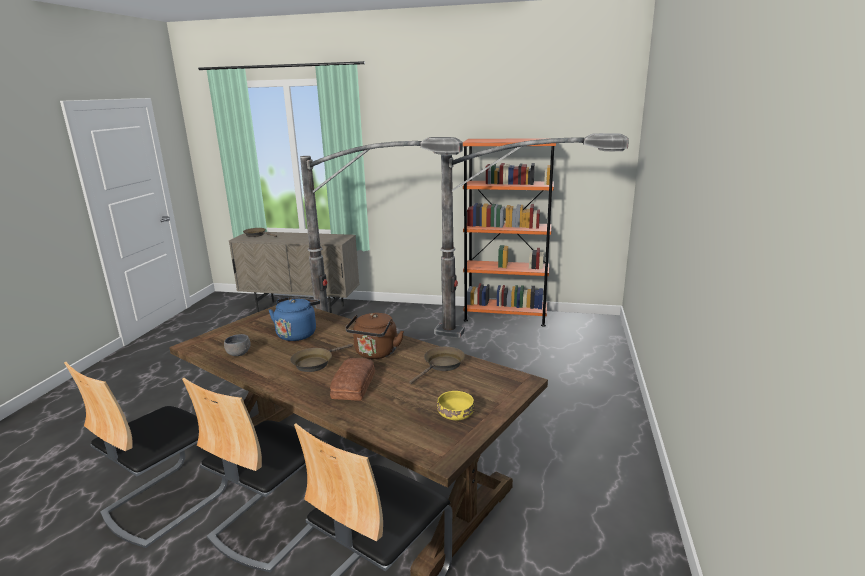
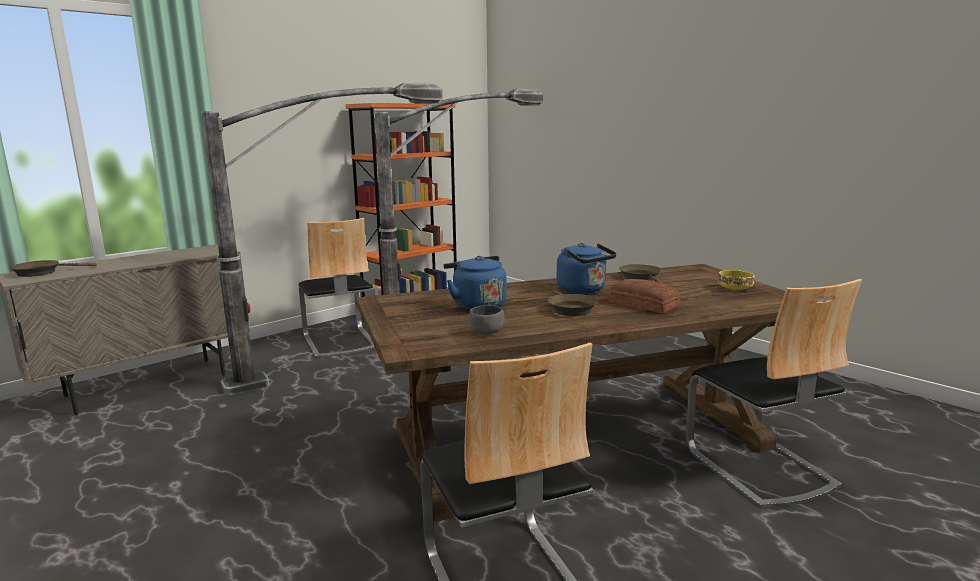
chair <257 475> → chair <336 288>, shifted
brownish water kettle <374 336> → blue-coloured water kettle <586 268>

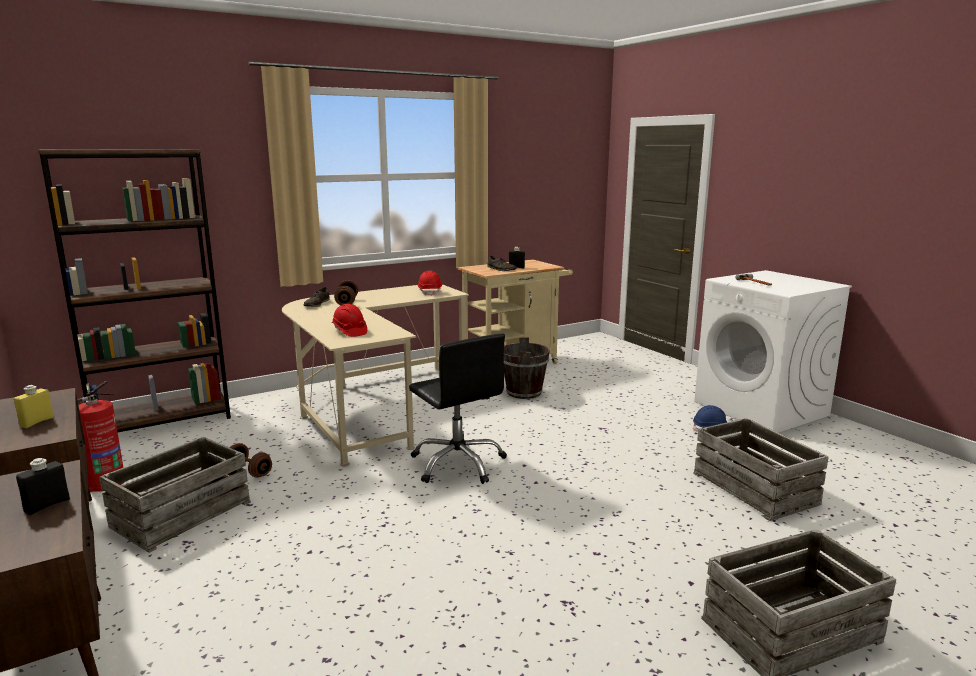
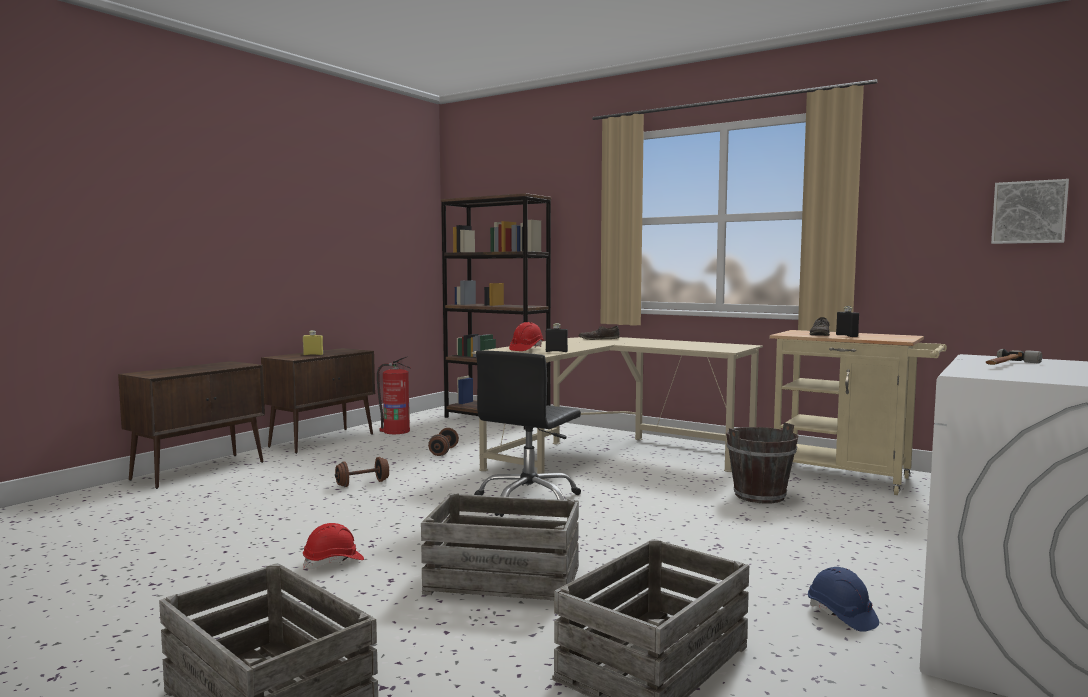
reddish work helmet <429 283> → reddish work helmet <333 546>, shifted
brownish dumbbell <346 292> → brownish dumbbell <362 472>, shifted
packing crate <175 495> → packing crate <500 546>, shifted
blackish bottle <43 486> → blackish bottle <557 337>, shifted
- → wall art <1030 211>

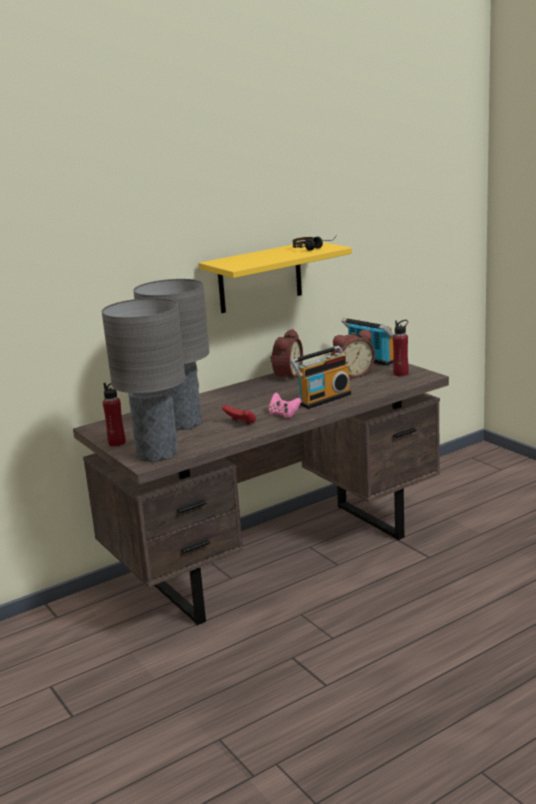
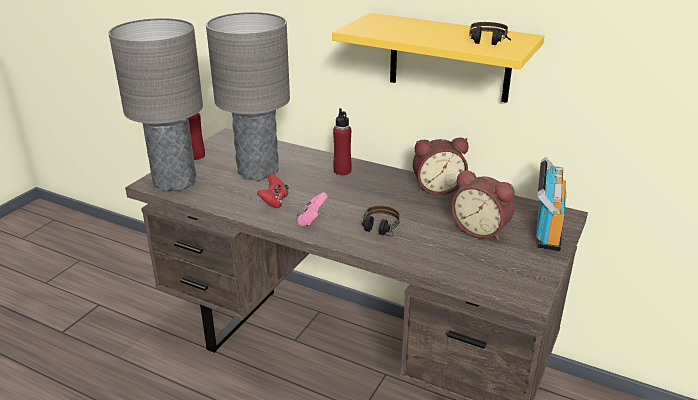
reddish bottle <401 348> → reddish bottle <342 141>, shifted
radio receiver <320 377> → headphones <380 221>

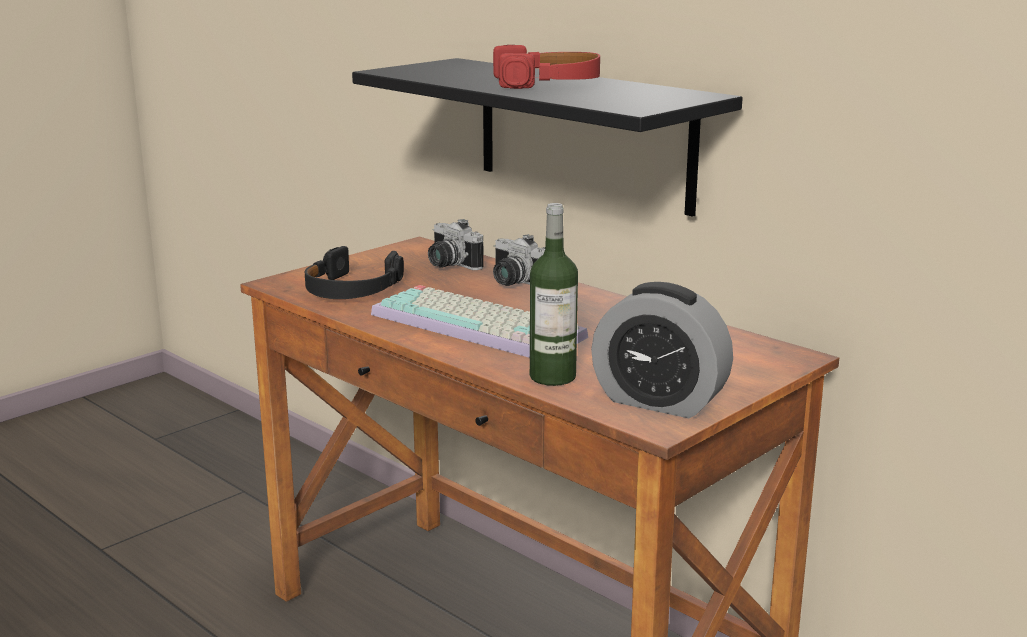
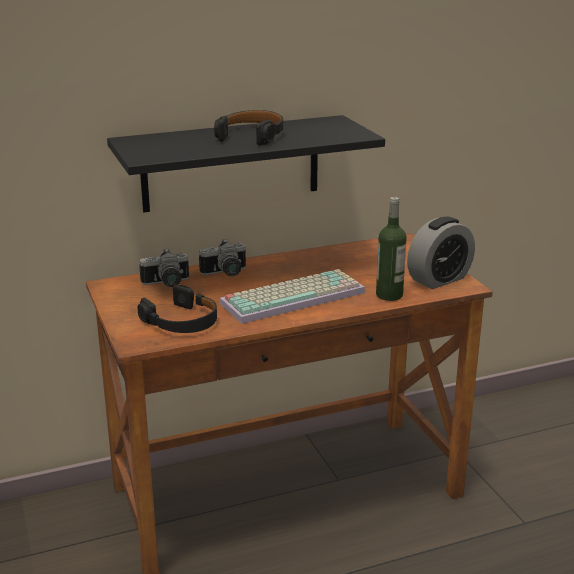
reddish headphones <546 67> → blackish headphones <248 128>

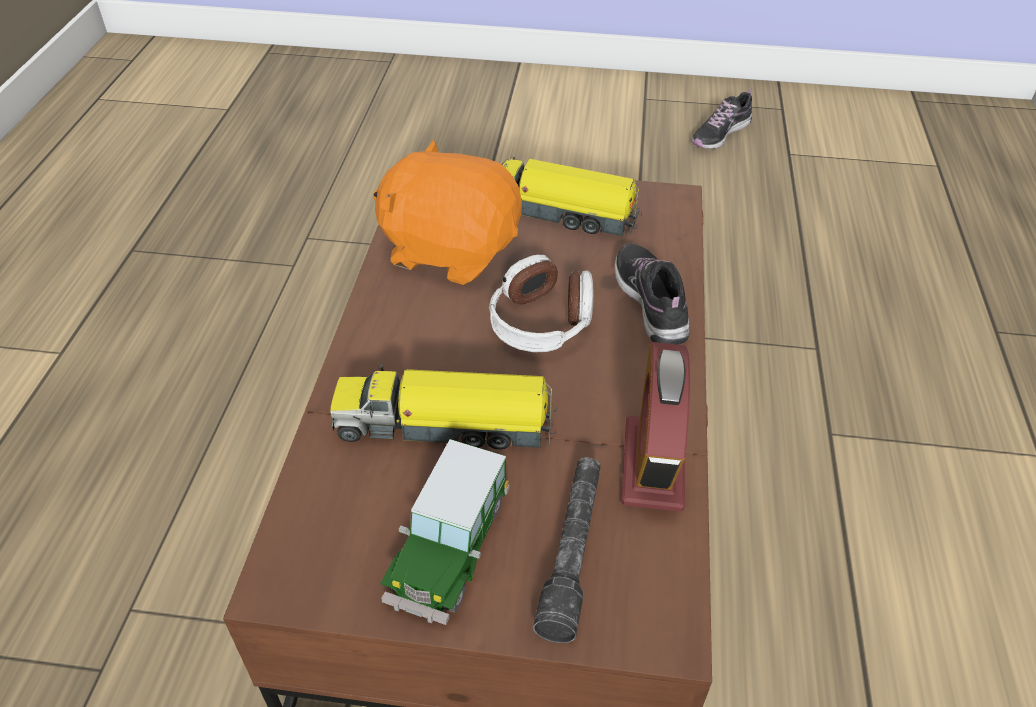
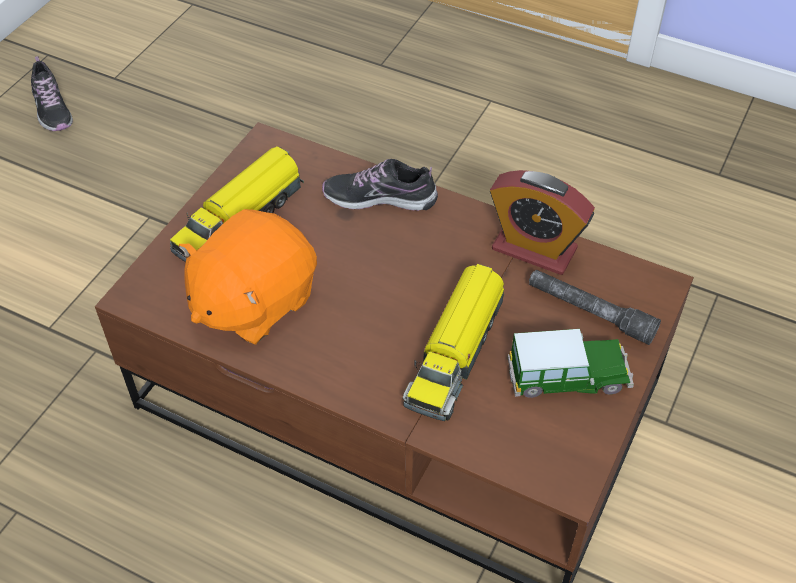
miniature car <444 532> → miniature car <571 363>, 45 degrees counterclockwise
headphones <541 303> → -

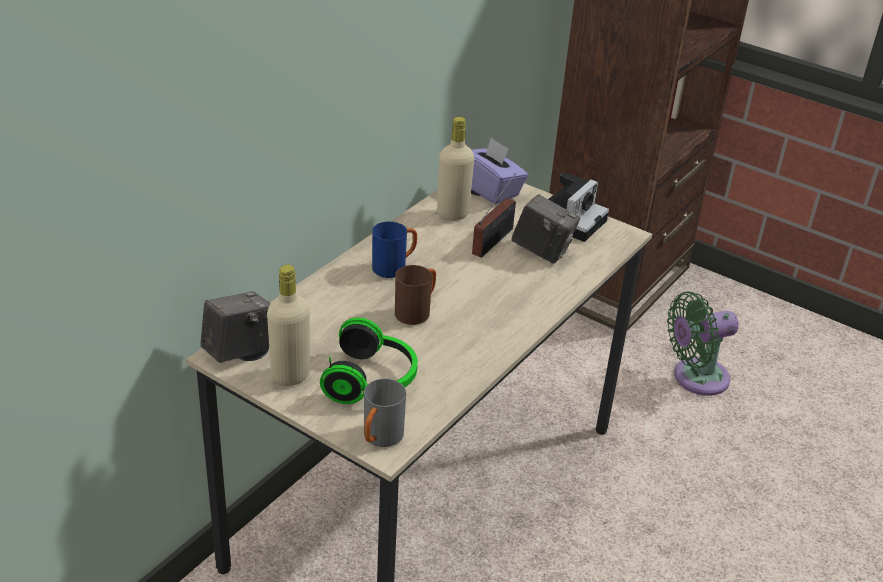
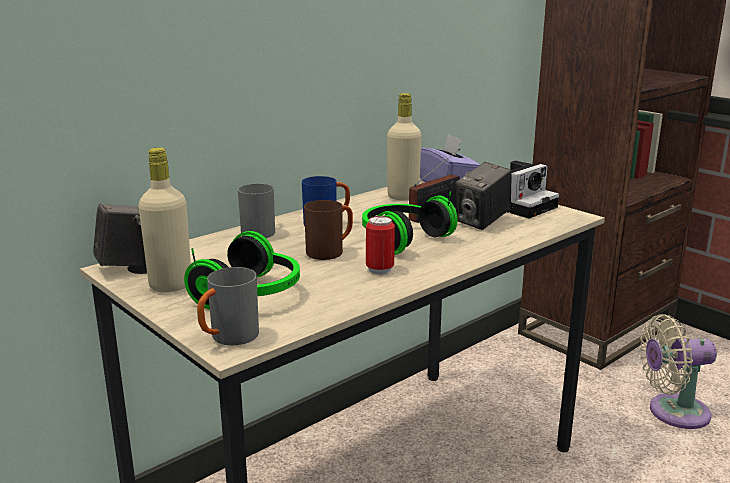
- → grey tea mug <256 211>
- → headphones <410 223>
- → sealed can <380 245>
still camera <545 229> → still camera <484 196>, 90 degrees clockwise
greenish fan <703 344> → beige-coloured fan <678 371>

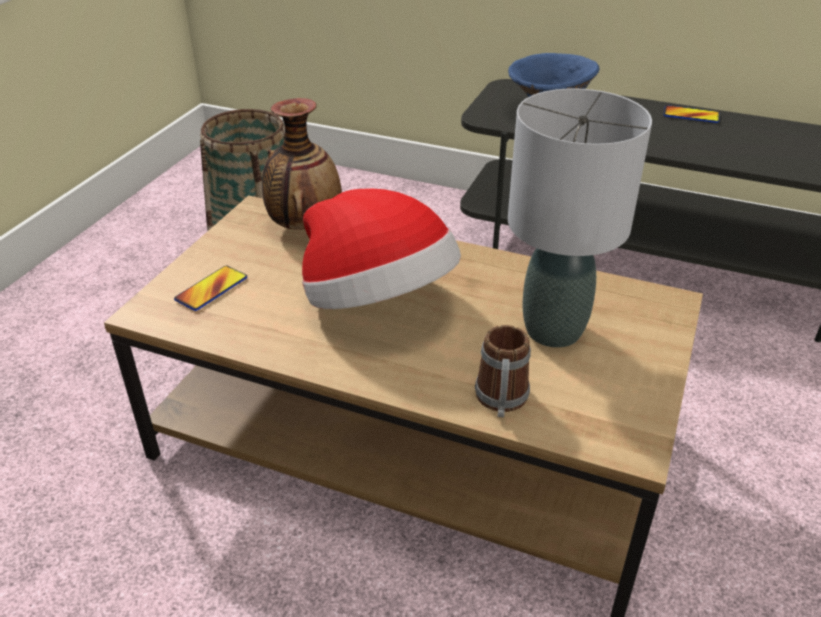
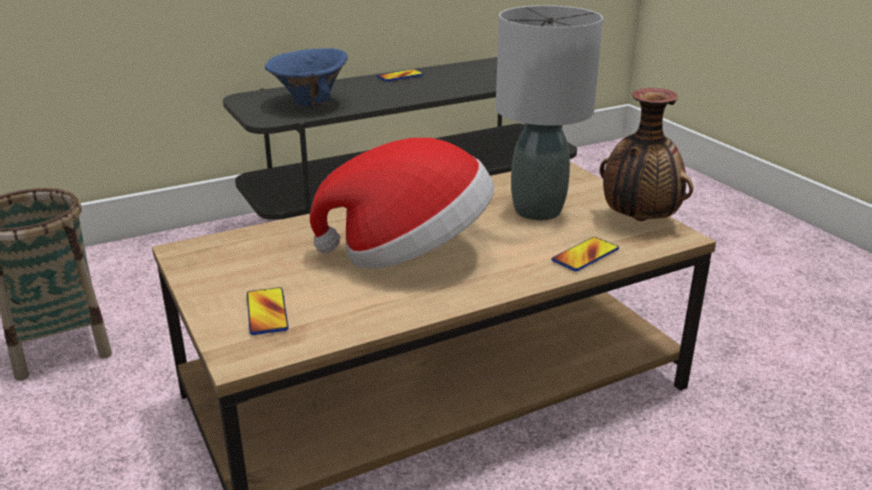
tea mug <503 371> → handset <585 254>
decorative vase <302 164> → decorative vase <646 154>, shifted

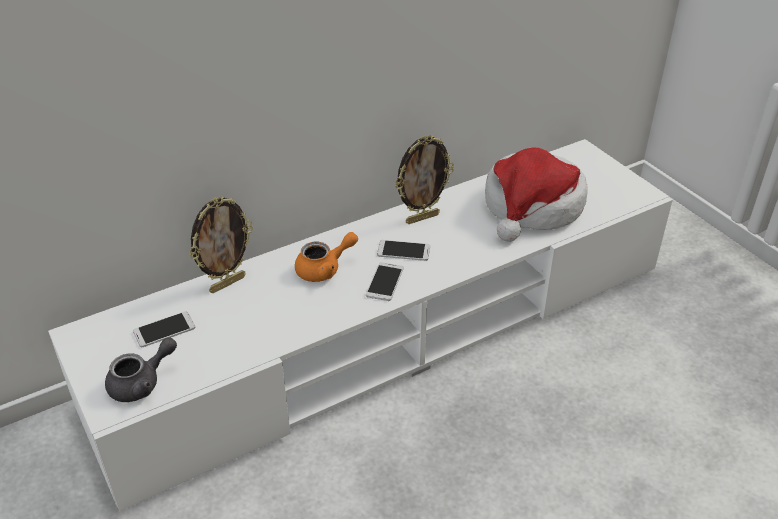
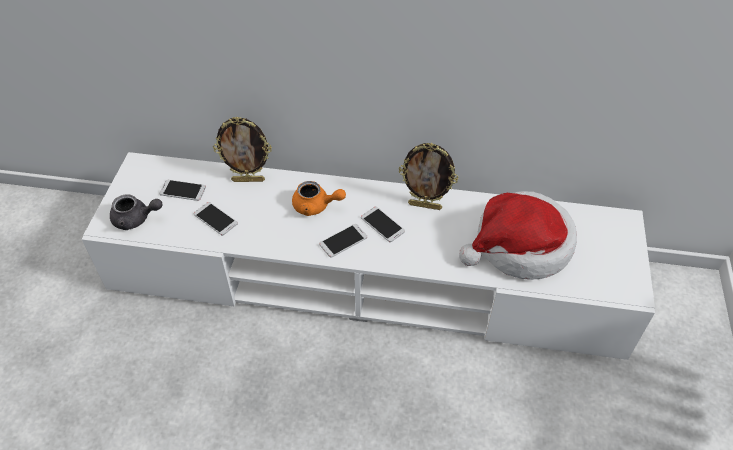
- → handset <215 218>

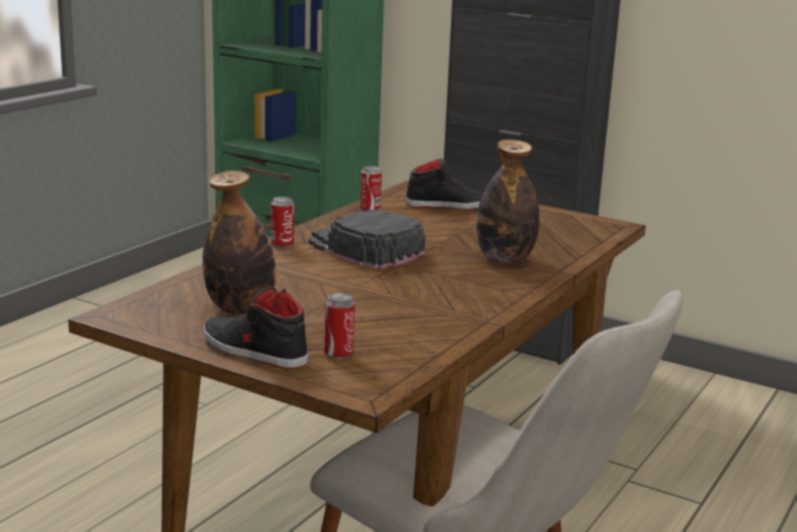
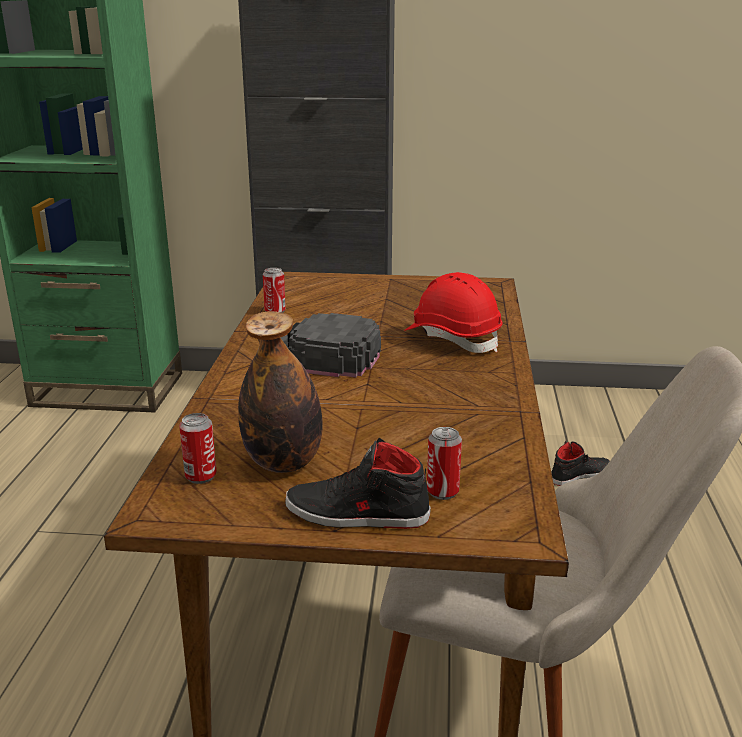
sealed can <282 222> → sealed can <198 448>, shifted
bottle <507 201> → reddish work helmet <453 312>
blackish shoe <445 183> → blackish shoe <580 463>, shifted

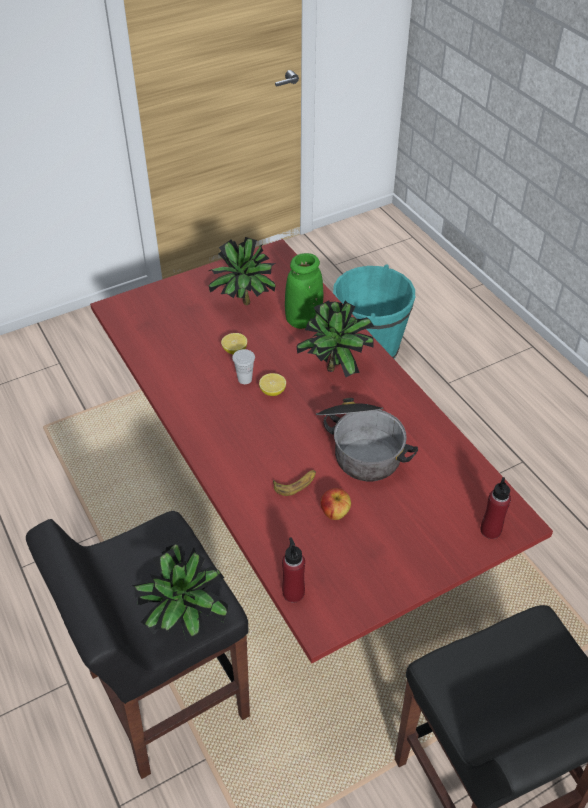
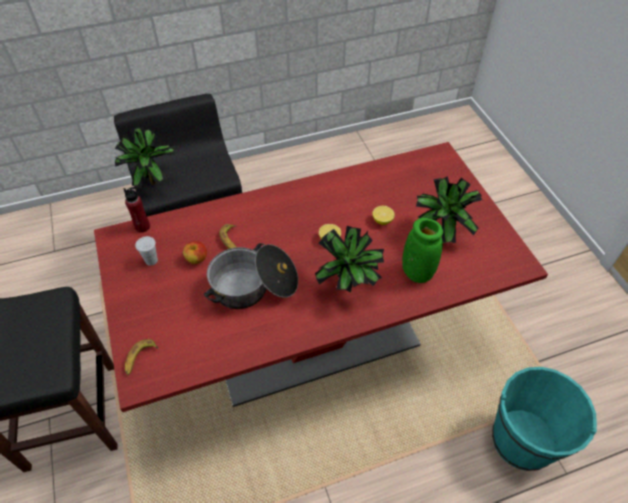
reddish bottle <495 508> → banana <141 357>
whitish small cup <243 366> → whitish small cup <146 251>, shifted

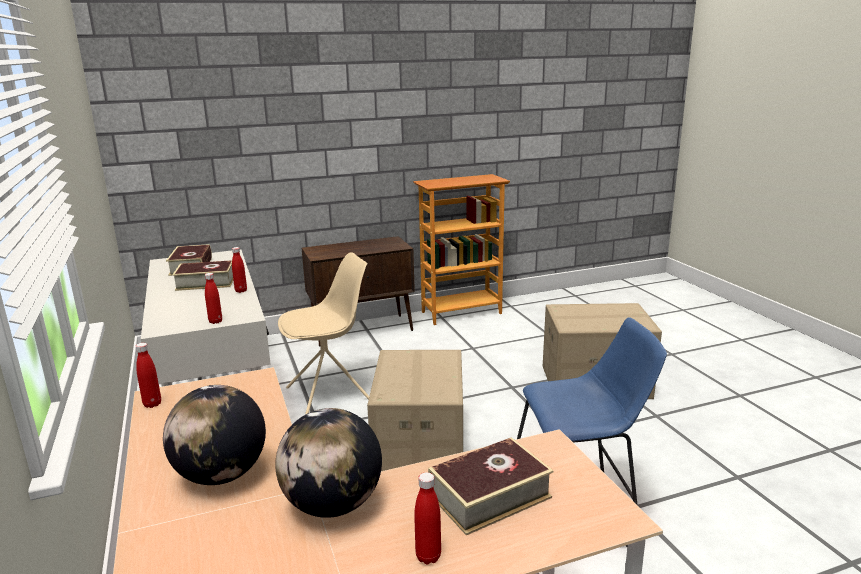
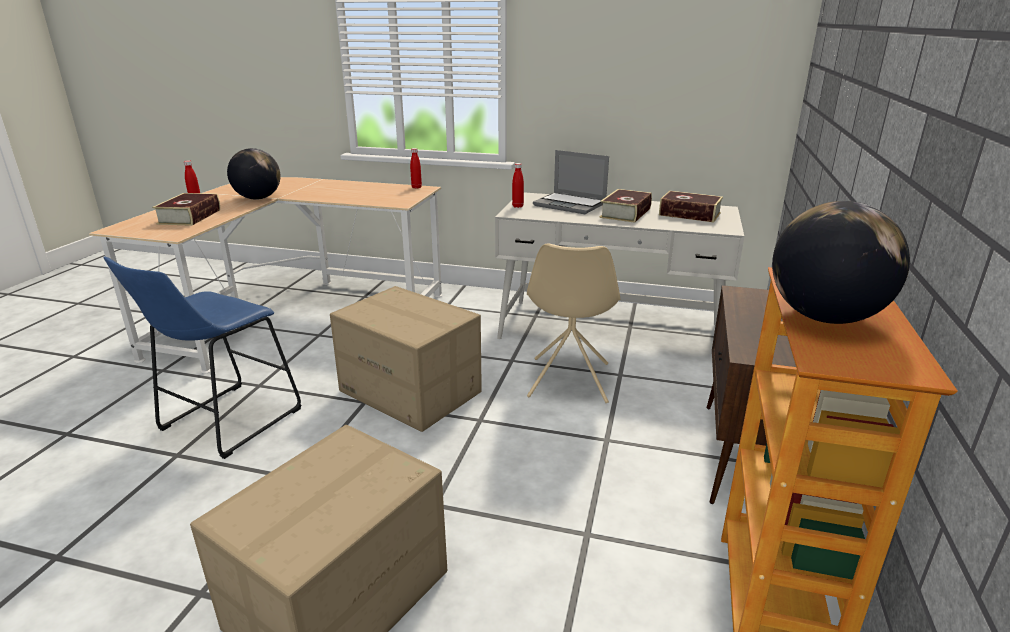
- → portable computer <571 182>
globe <214 435> → globe <841 262>, shifted
reddish bottle <239 270> → -

